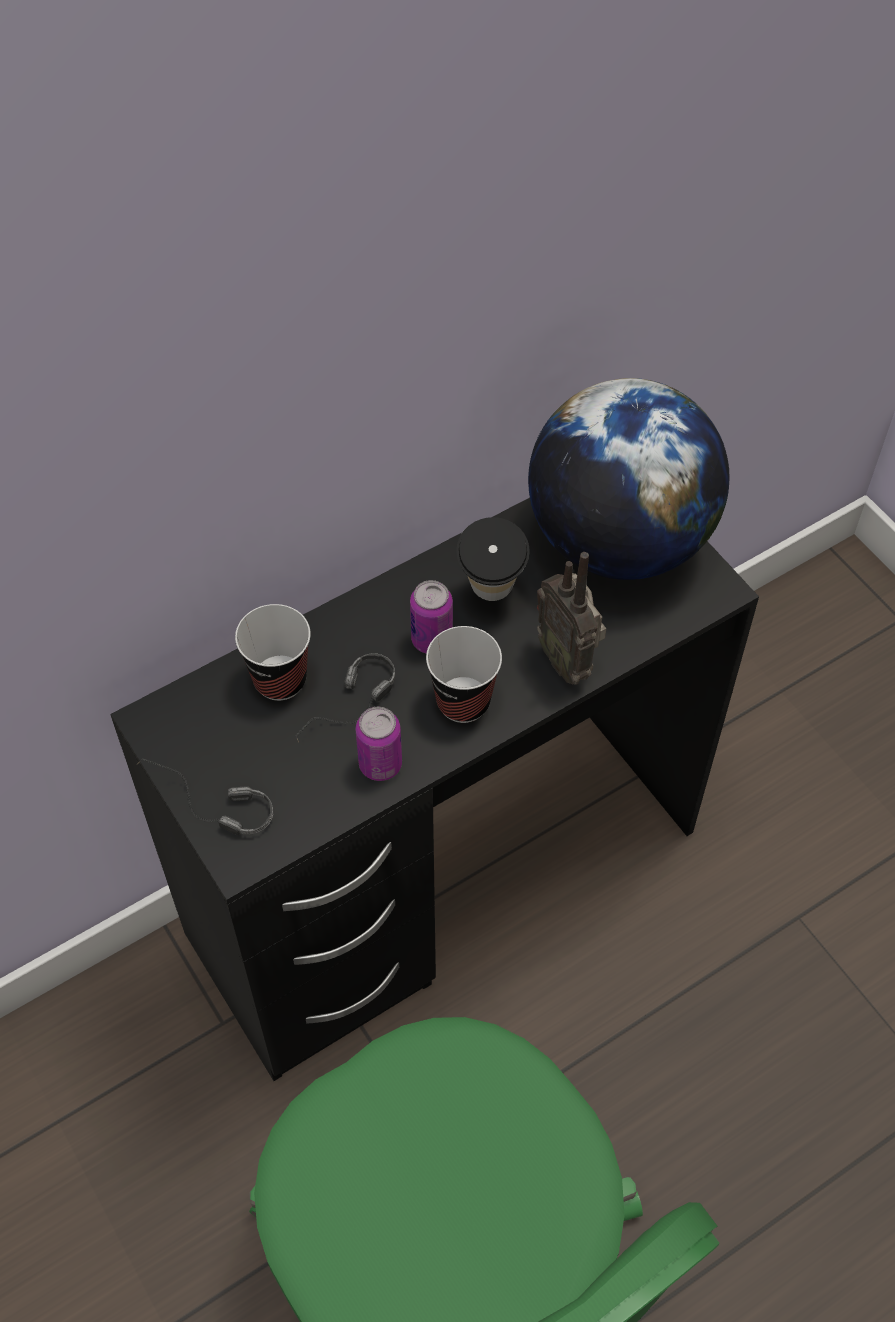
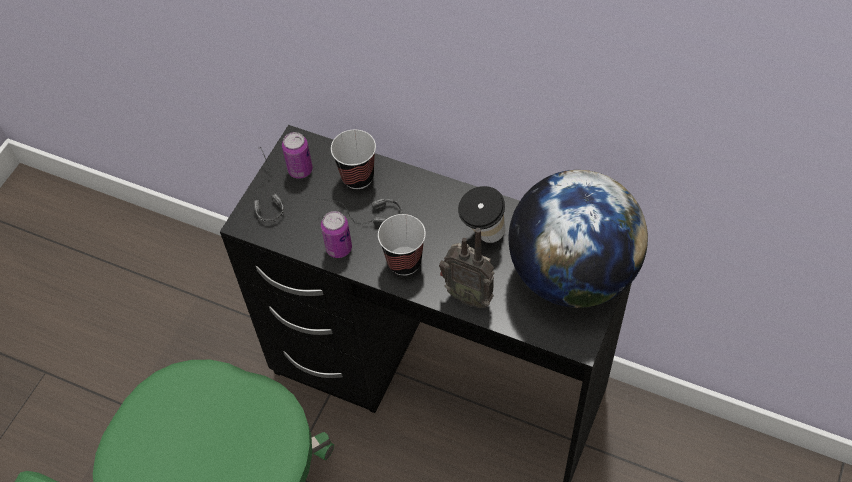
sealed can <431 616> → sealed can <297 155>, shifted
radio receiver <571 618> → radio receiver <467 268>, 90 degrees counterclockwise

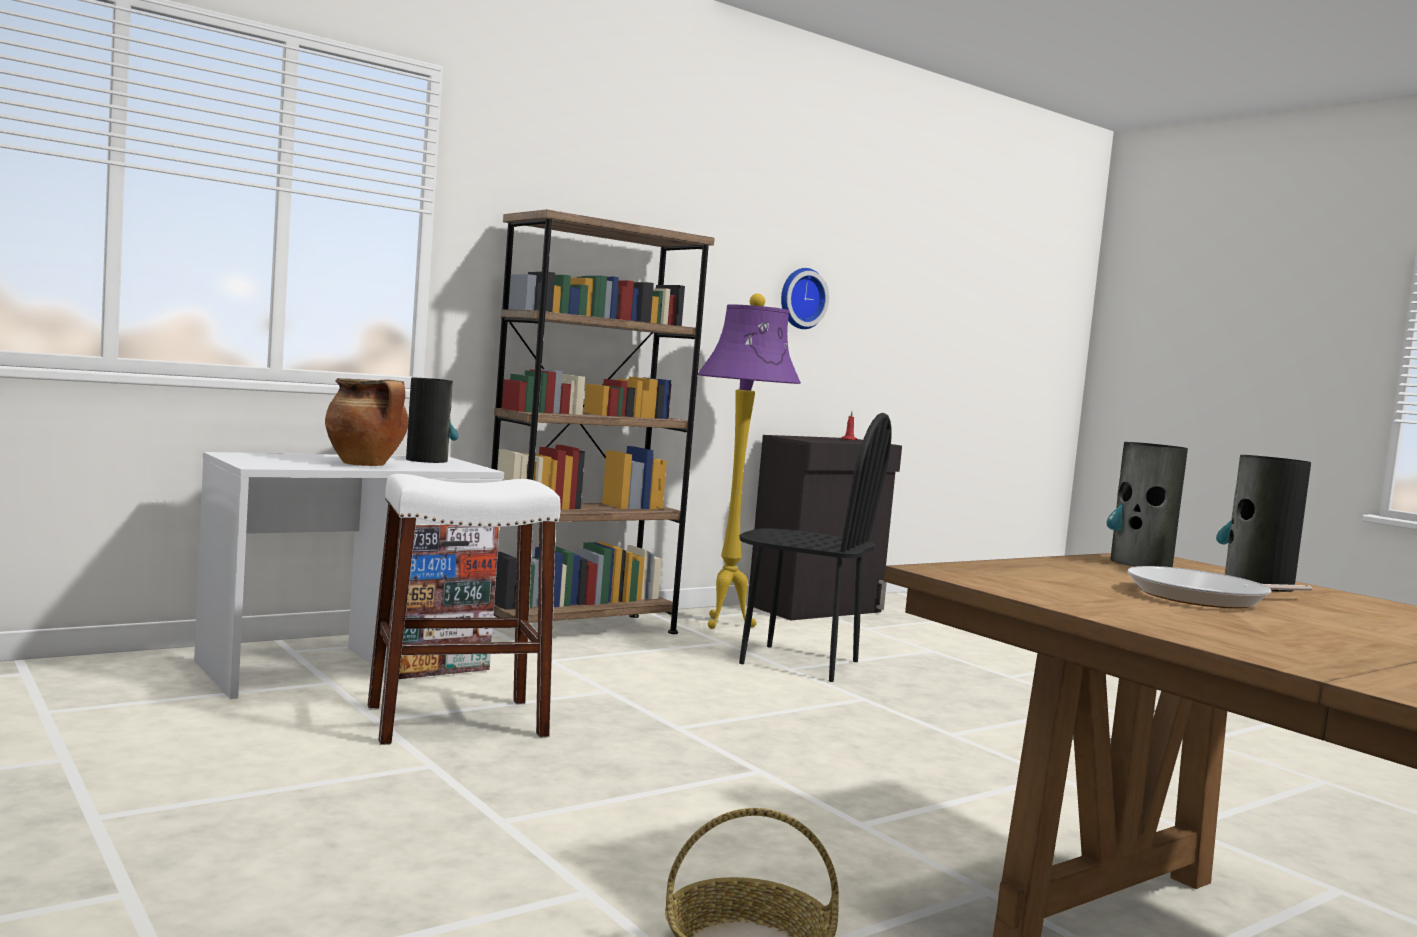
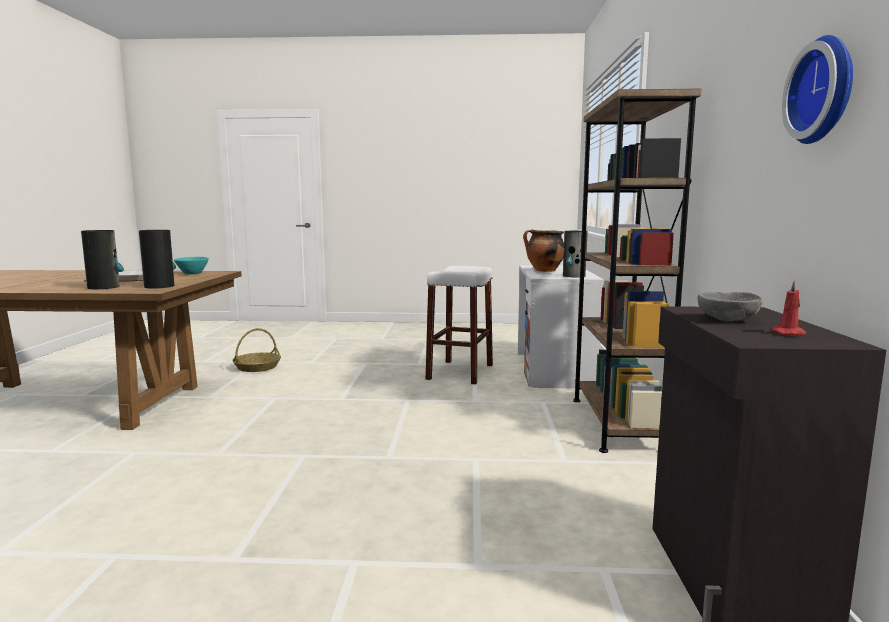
- → turquoise bowl <191 265>
- → grey bowl <730 306>
purple floor lamp <749 461> → -
blackish chair <815 547> → -

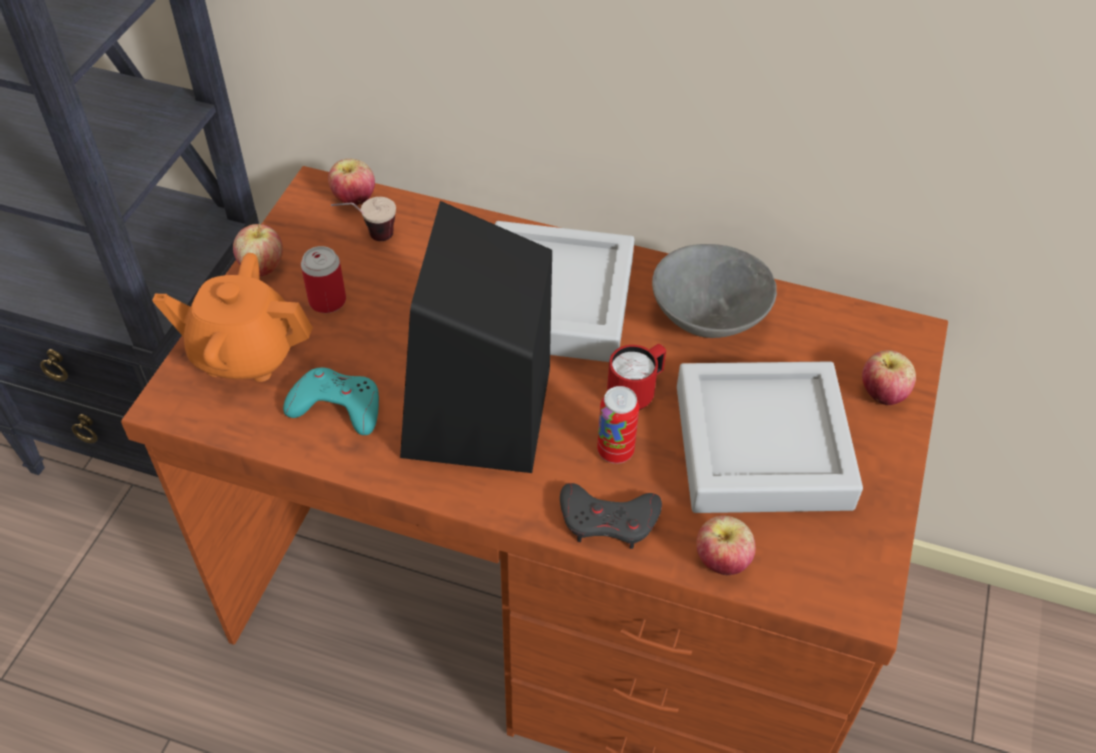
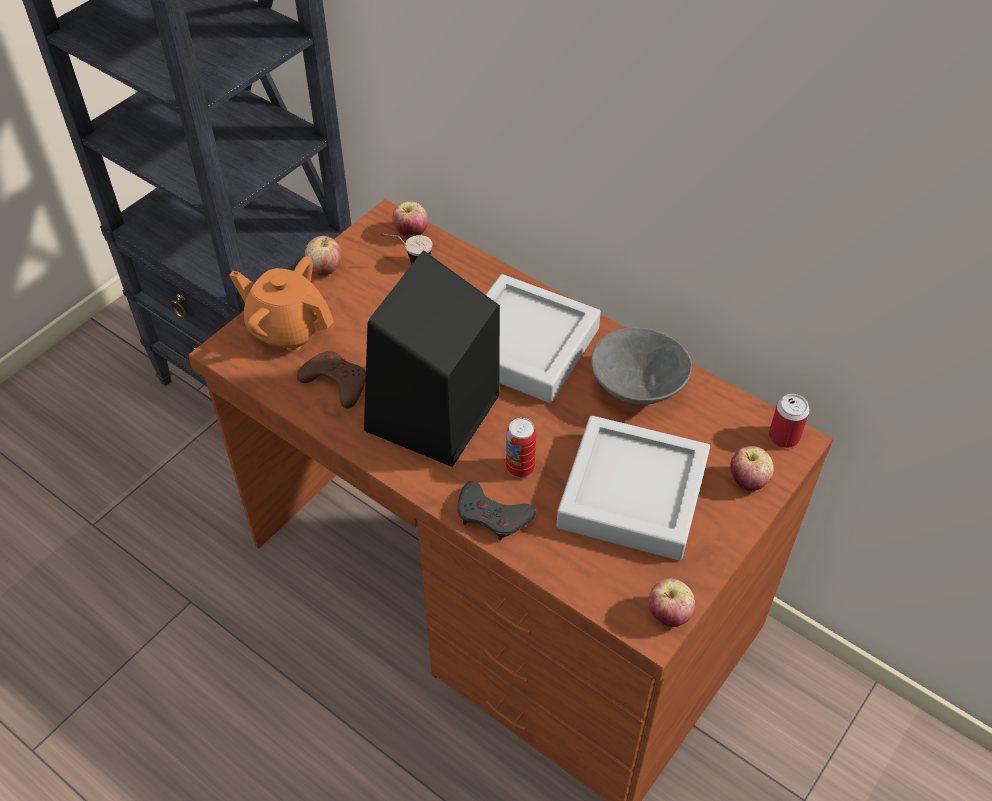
turquoise joypad <331 401> → brownish joypad <331 380>
whole apple <725 545> → whole apple <671 602>, shifted
sealed can <323 279> → sealed can <789 421>, shifted
reddish tea mug <636 377> → -

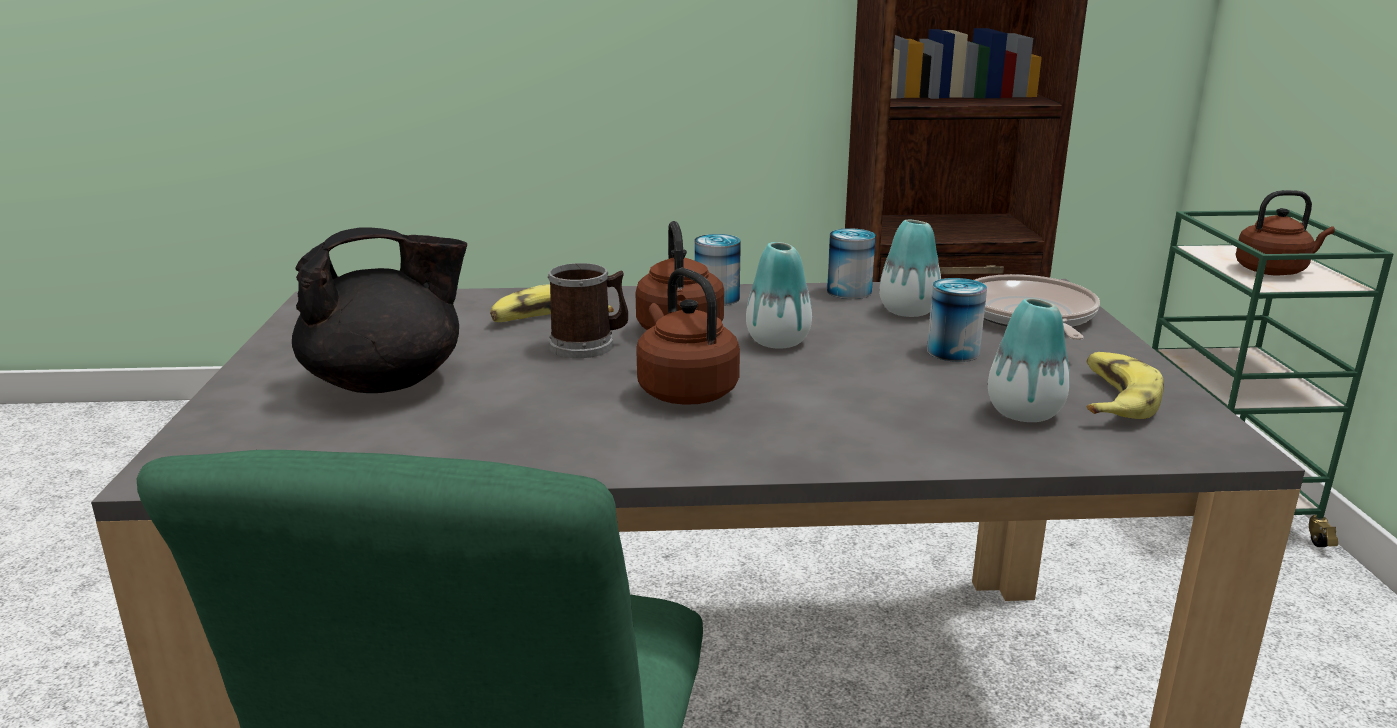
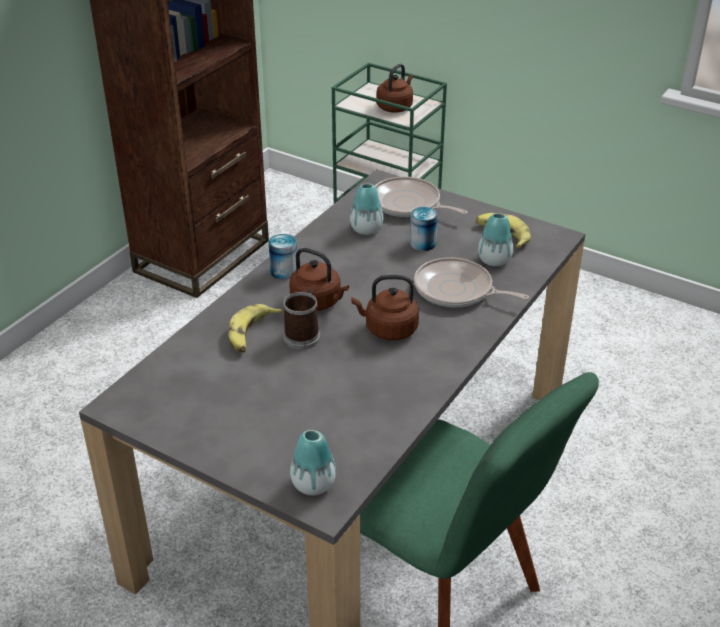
decorative vase <779 295> → decorative vase <313 462>, shifted
- → pan <471 282>
blackish tea pot <379 310> → -
sealed can <851 263> → -

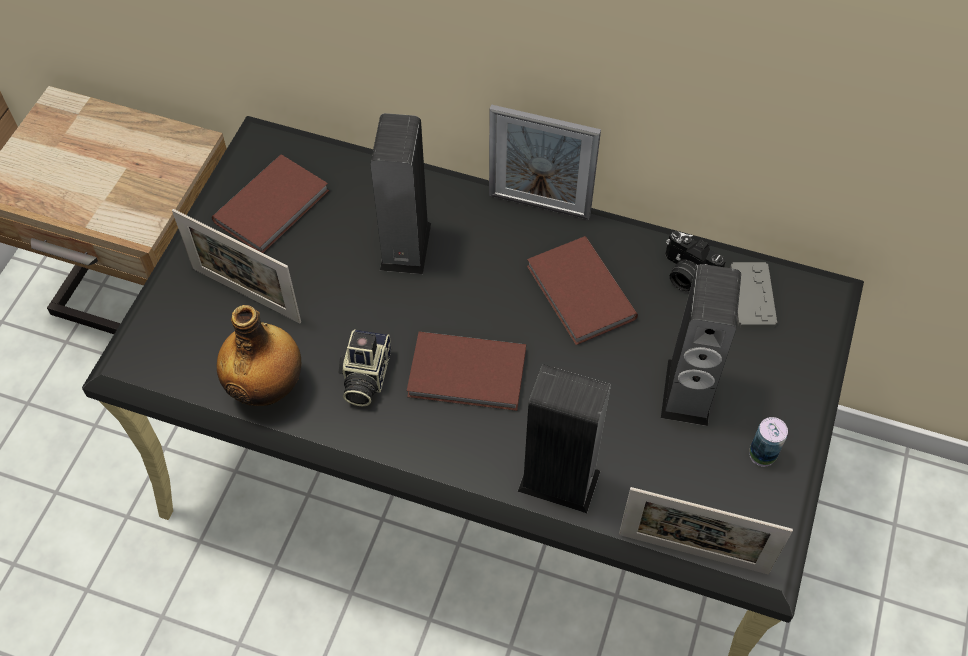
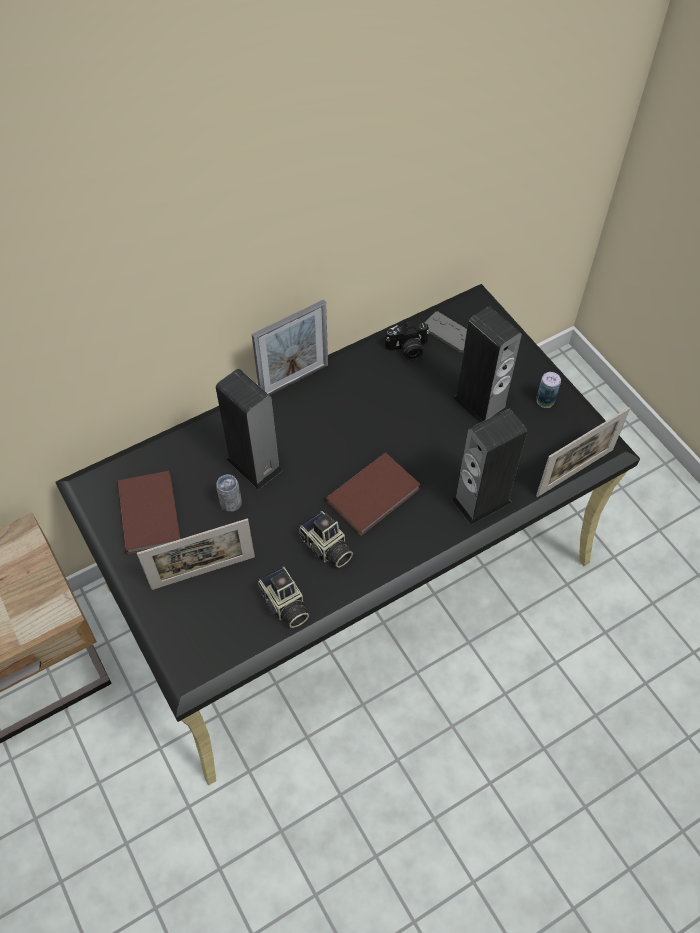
- → sealed can <229 493>
bottle <259 355> → still camera <282 597>
brownish book <582 290> → -

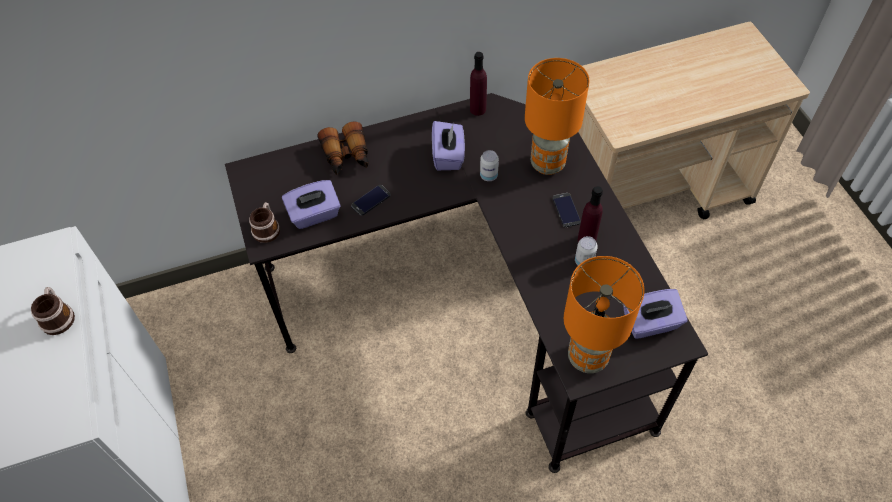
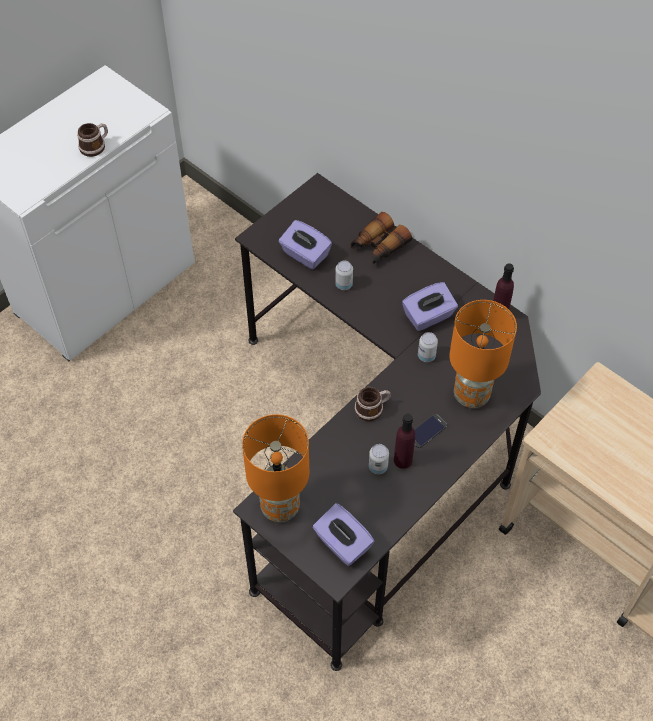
handset <371 200> → sealed can <344 275>
tea mug <264 222> → tea mug <372 404>, shifted

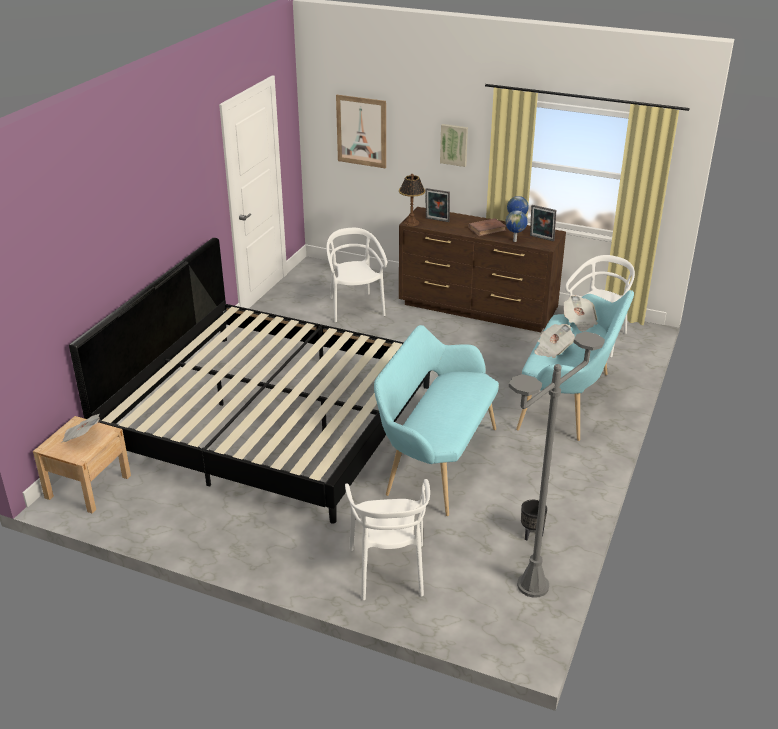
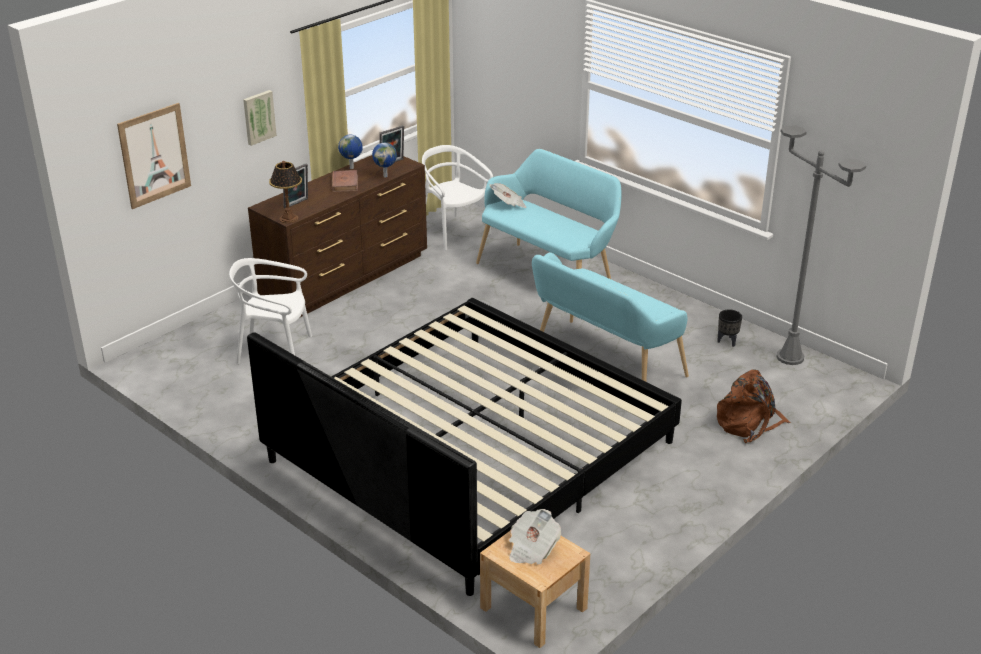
whitish chair <387 539> → brownish rucksack <754 406>
newspaper <554 341> → -

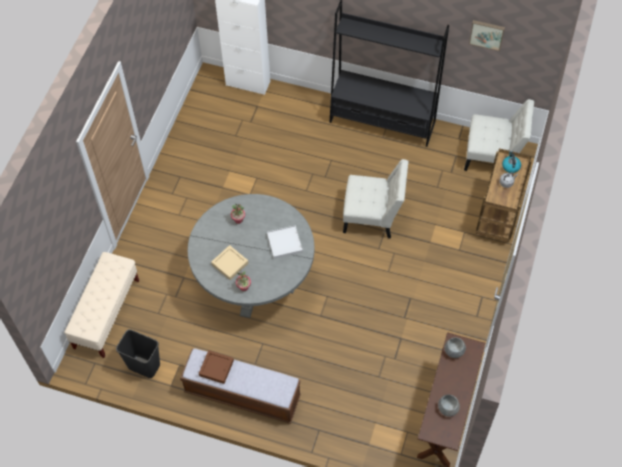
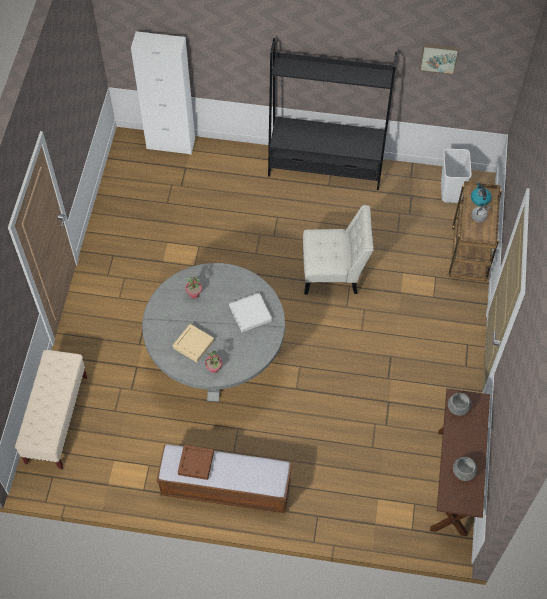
whitish chair <499 135> → whitish rubbish bin <456 176>
blackish rubbish bin <138 353> → -

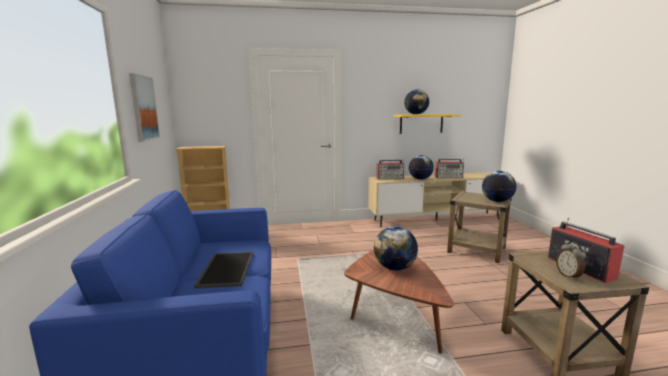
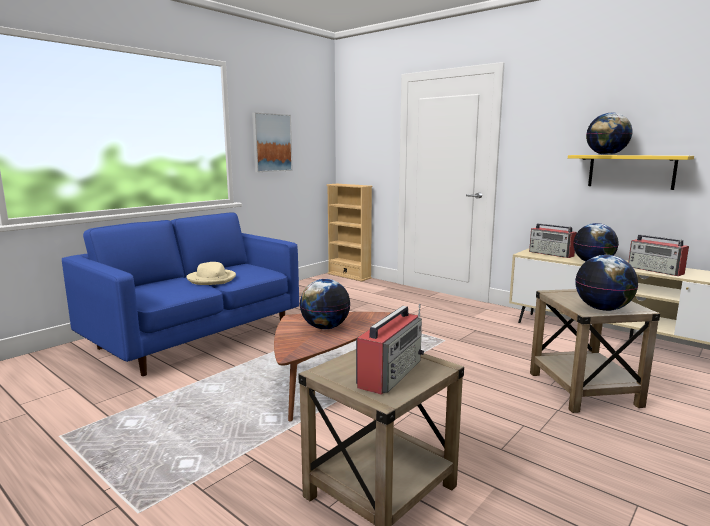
tray <223 270> → beige-coloured hat <211 273>
alarm clock <571 260> → -

